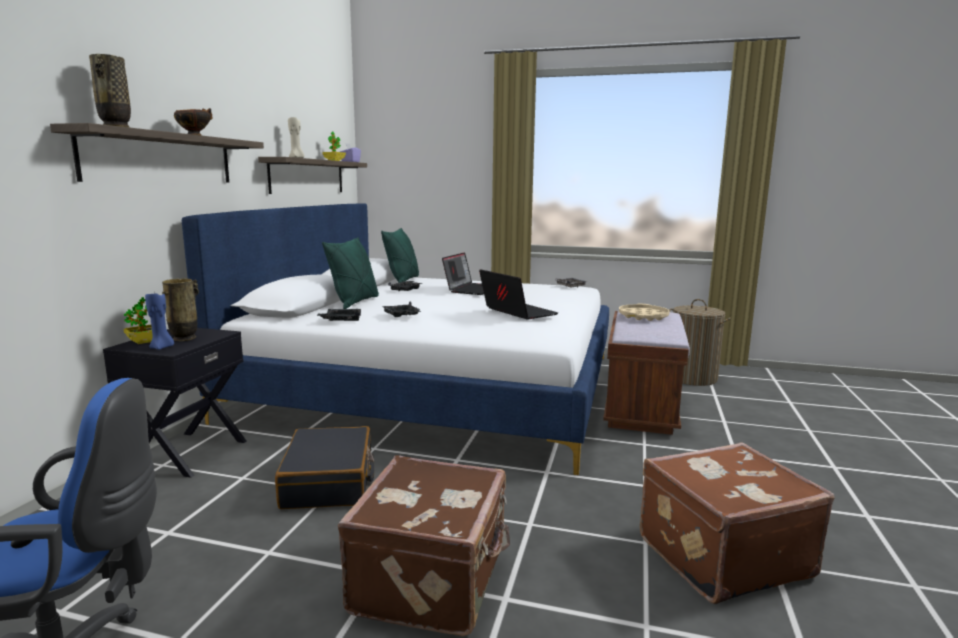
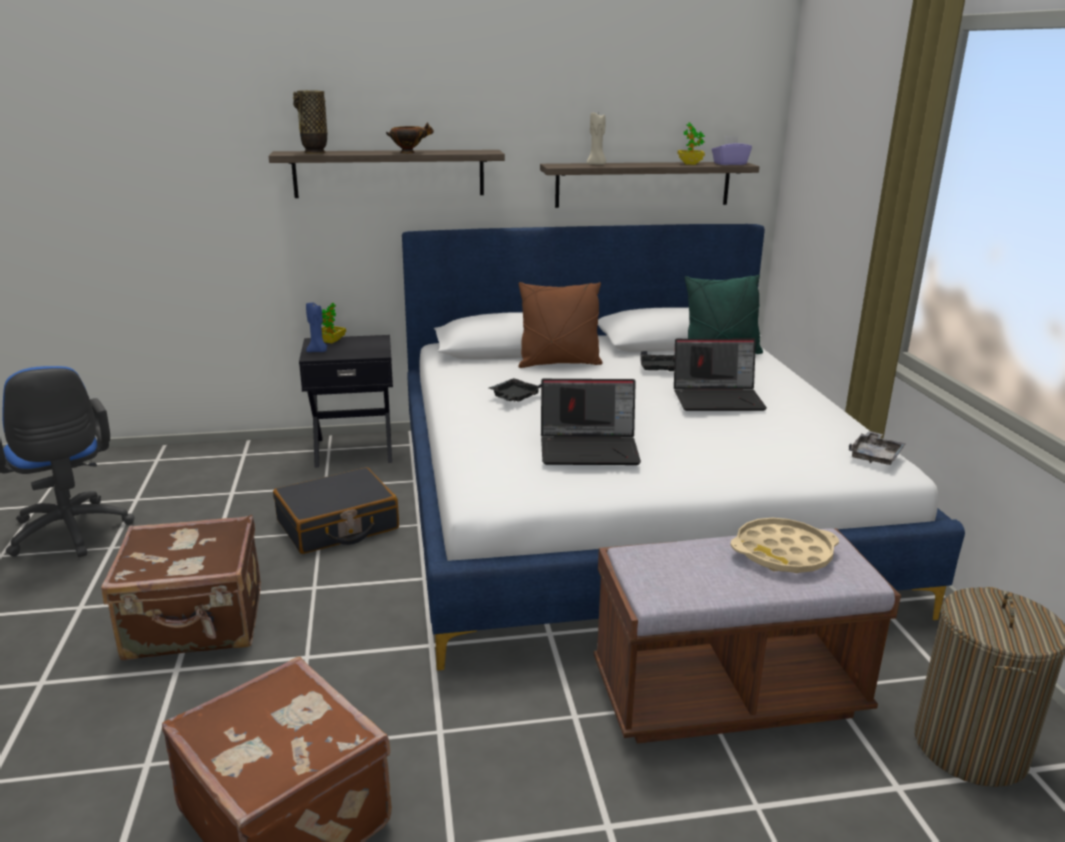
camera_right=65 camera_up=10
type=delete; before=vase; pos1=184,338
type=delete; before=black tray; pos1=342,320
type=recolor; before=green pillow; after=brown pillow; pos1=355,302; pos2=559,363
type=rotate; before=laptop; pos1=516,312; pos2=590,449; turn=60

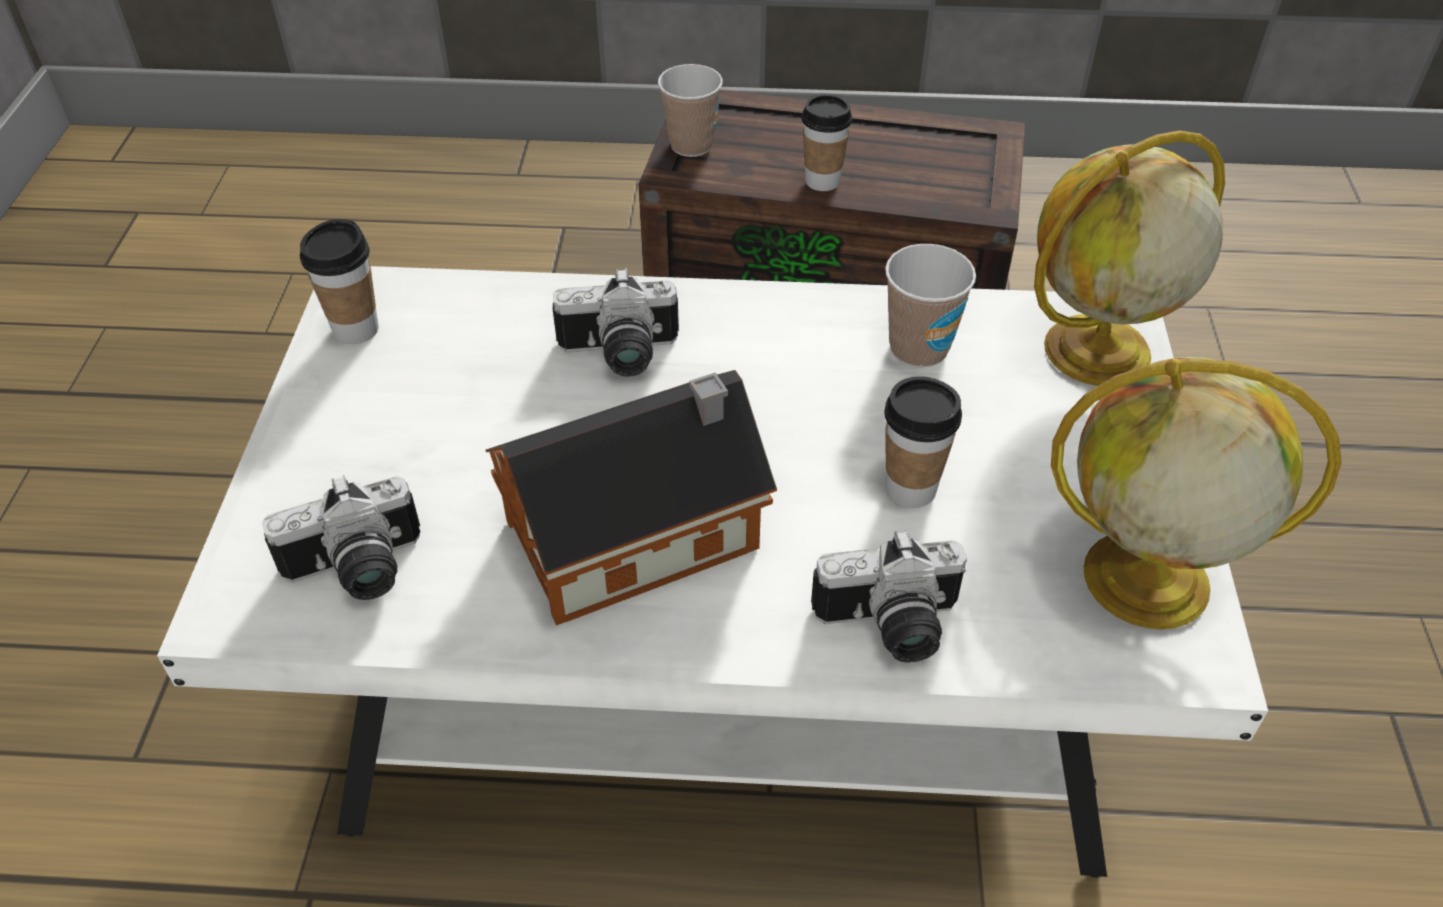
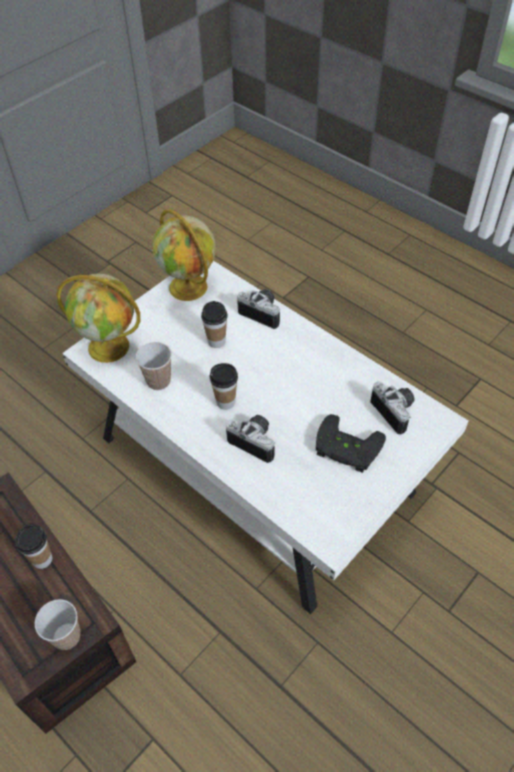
camera_right=-140 camera_up=5
type=rotate; before=photo camera; pos1=357,572; pos2=396,411; turn=45
type=move; before=cup; pos1=356,329; pos2=225,402
type=delete; before=toy house; pos1=643,533
type=insert; after=black game controller; pos2=345,449

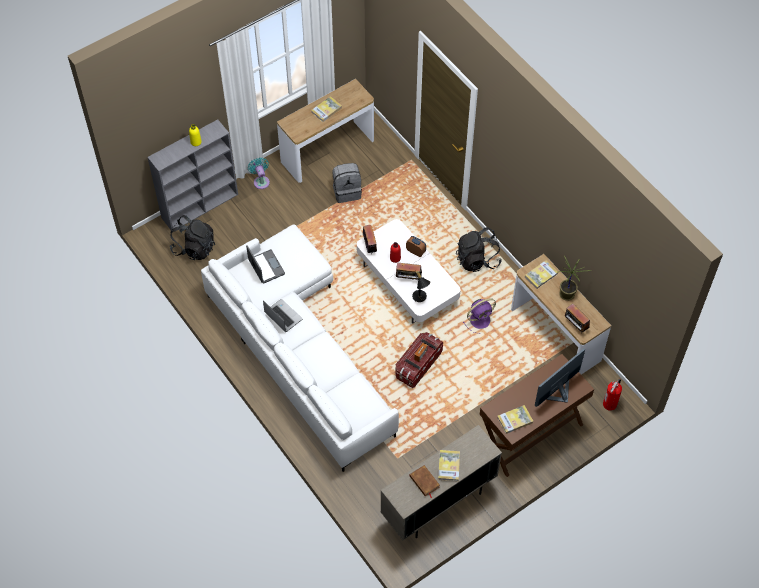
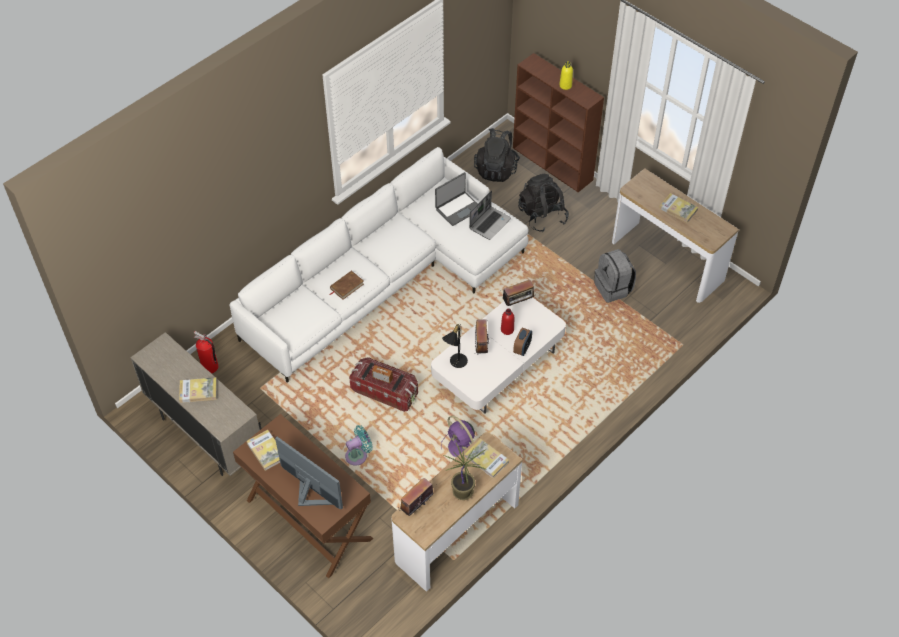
camera_right=80 camera_up=-5
type=recolor; before=grey bookcase; after=brown bookcase; pos1=200,205; pos2=553,164
type=move; before=turquoise fan; pos1=261,181; pos2=358,455
type=move; before=laptop; pos1=282,316; pos2=490,223
type=move; before=brown book; pos1=424,482; pos2=346,286
type=move; before=black backpack; pos1=477,260; pos2=542,215
type=move; before=fire extinguisher; pos1=610,404; pos2=210,367

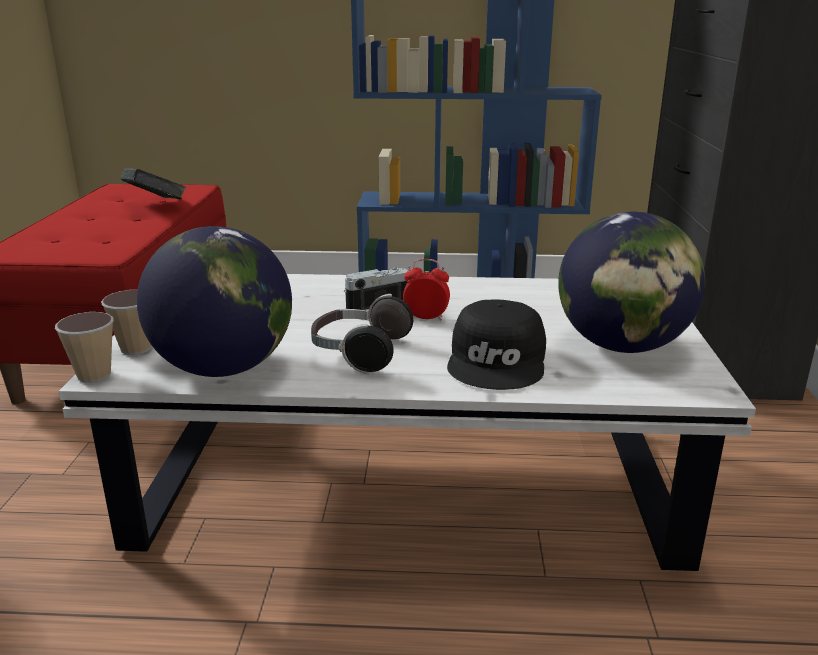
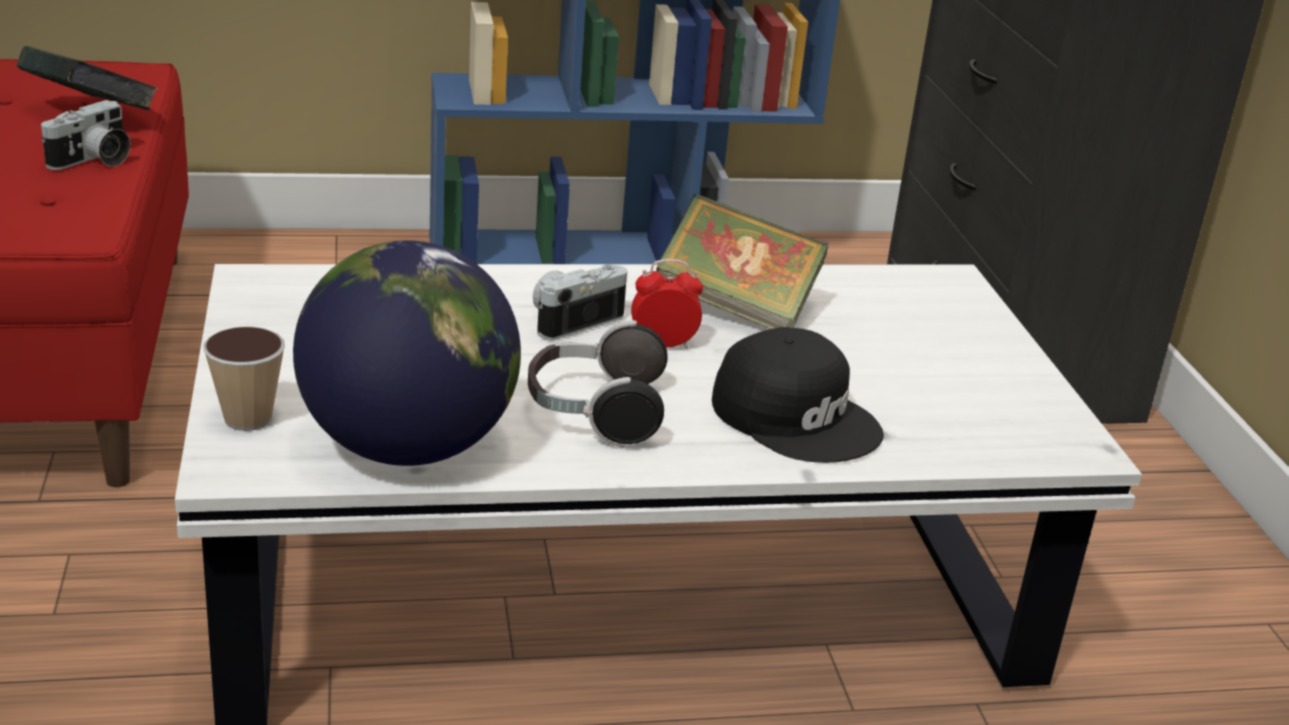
camera_right=-15 camera_up=5
type=delete; before=cup; pos1=94,375
type=rotate; before=black cap; pos1=498,361; pos2=796,416; turn=-45
type=delete; before=globe; pos1=622,346
type=insert; after=photo camera; pos2=93,161
type=insert; after=book; pos2=736,308

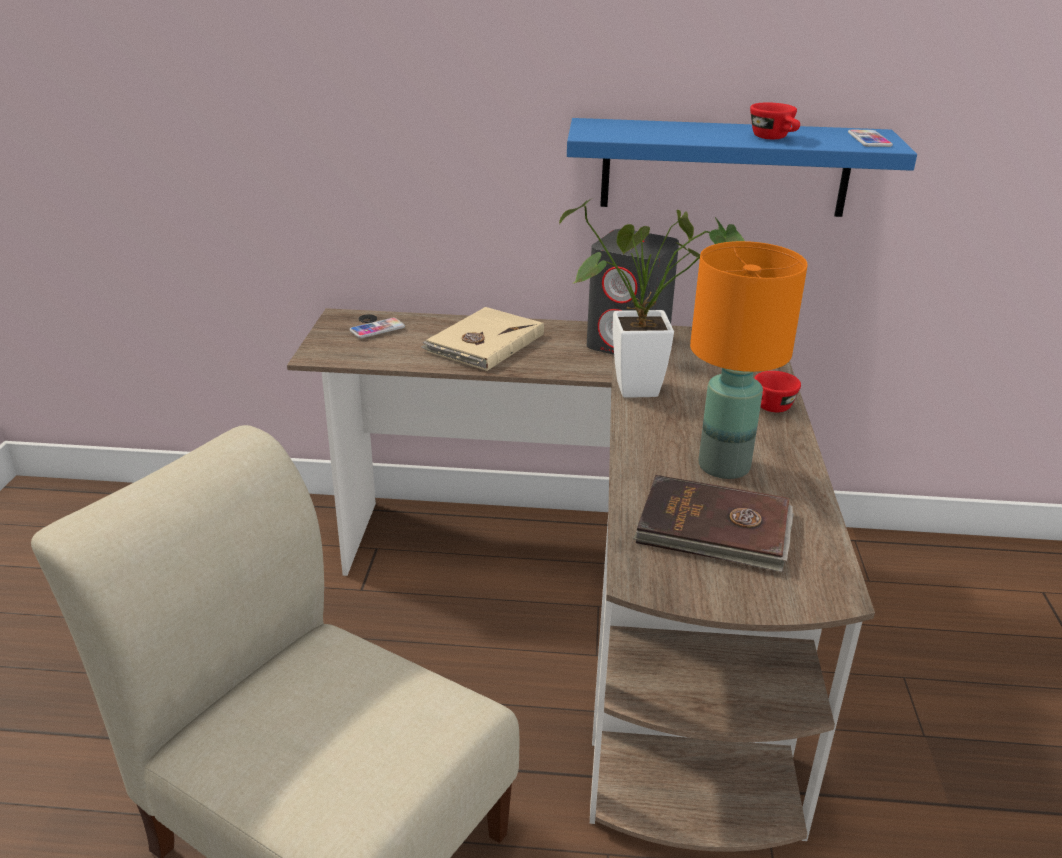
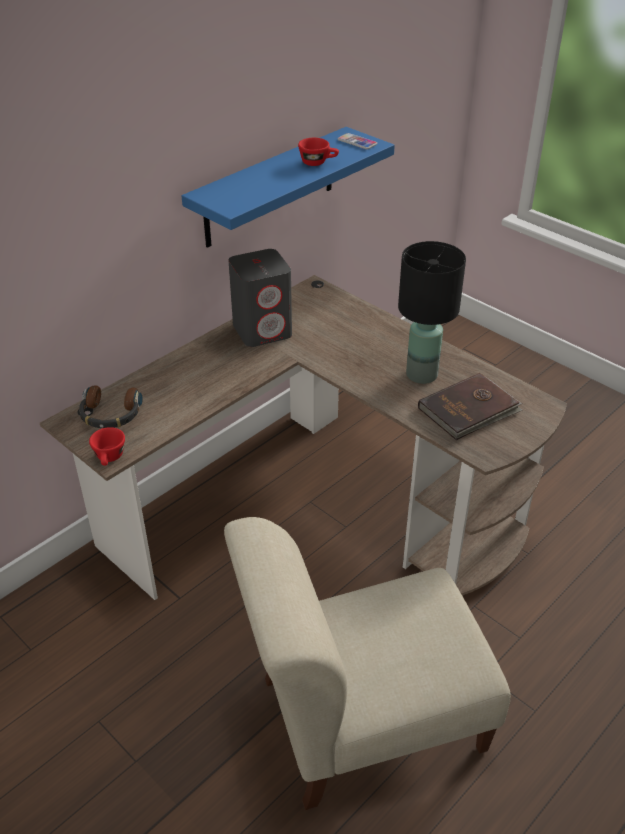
camera_right=-50 camera_up=10
type=replace; before=phone; after=headphones; pos1=377,329; pos2=110,414
type=delete; before=beige book; pos1=483,343
type=delete; before=potted plant; pos1=649,389
type=recolor; before=orange table lamp; after=black table lamp; pos1=725,466; pos2=422,374
type=move; before=red cup; pos1=769,409; pos2=110,458

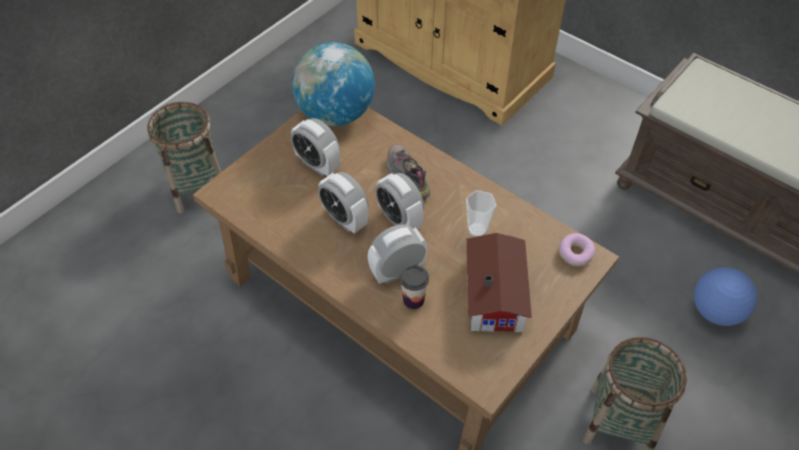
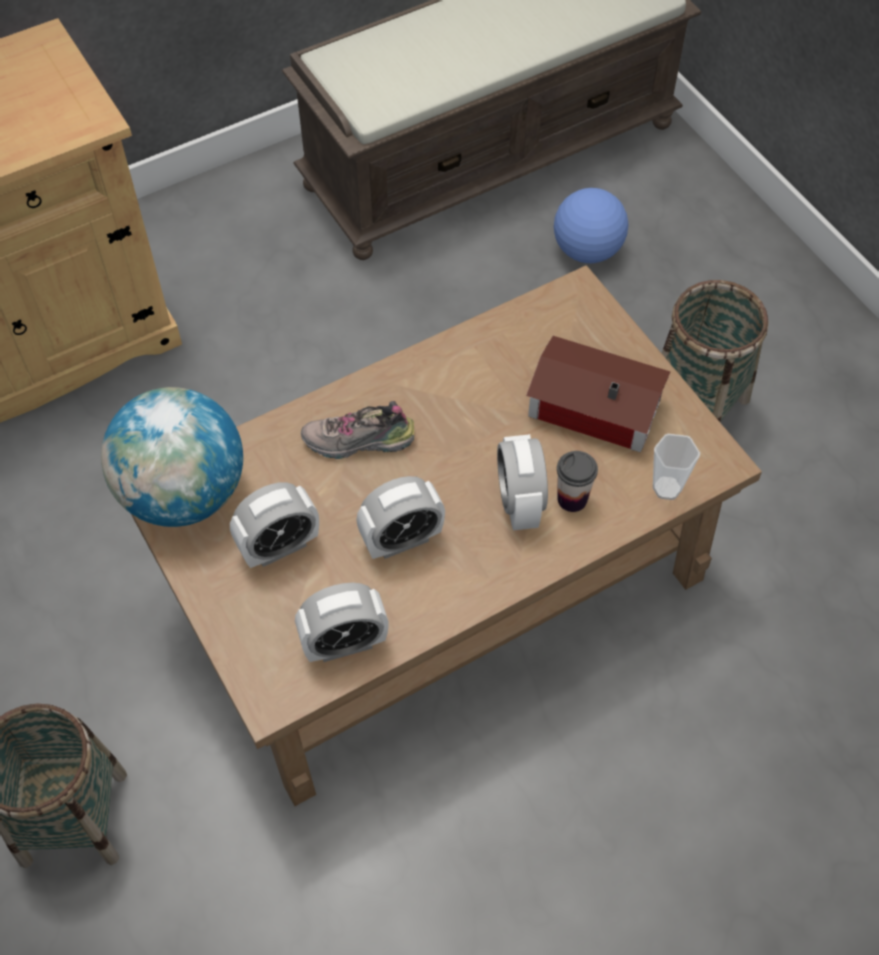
camera_right=-70 camera_up=5
type=move; before=alarm clock; pos1=399,220; pos2=344,644
type=move; before=cup; pos1=477,230; pos2=667,488
type=delete; before=donut; pos1=575,253

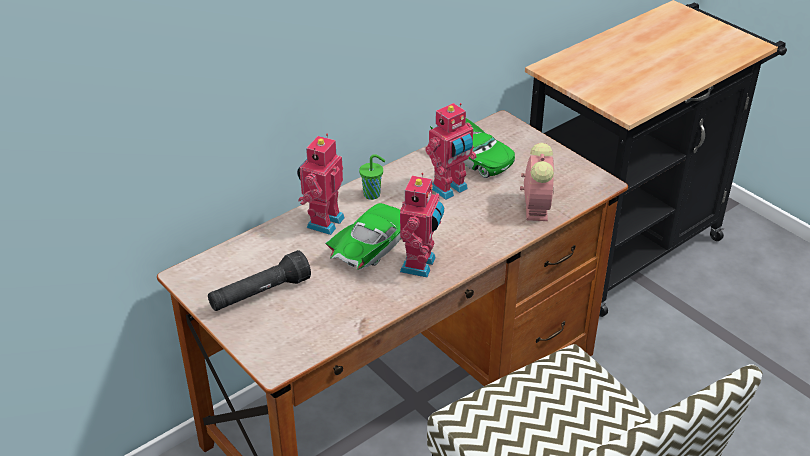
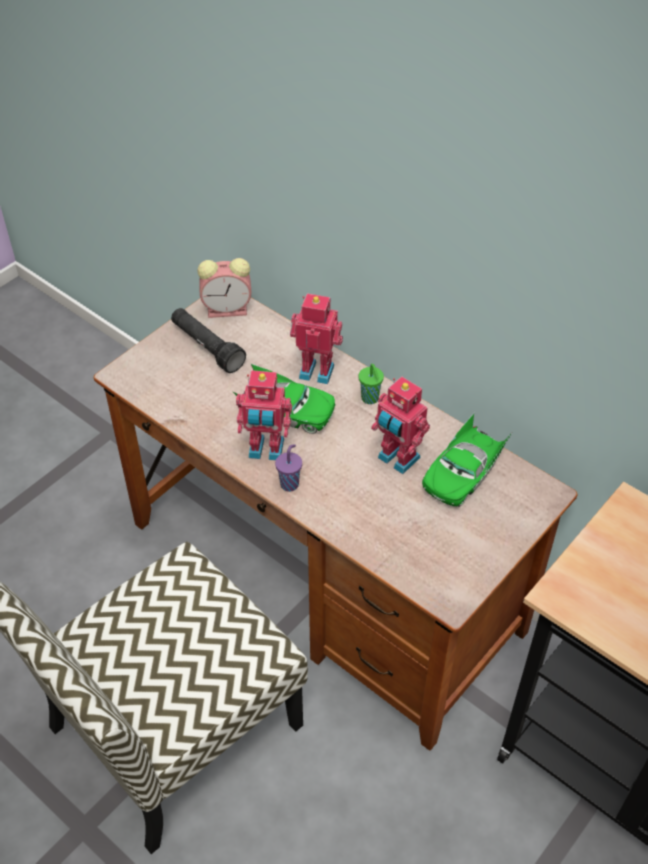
camera_right=80 camera_up=10
type=move; before=alarm clock; pos1=536,206; pos2=229,309
type=insert; after=purple cup; pos2=290,483

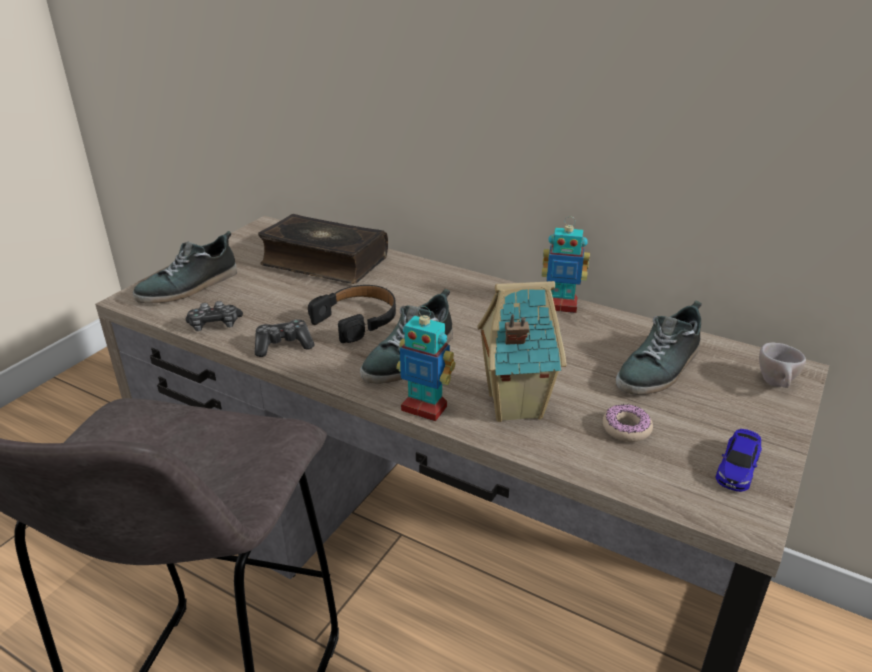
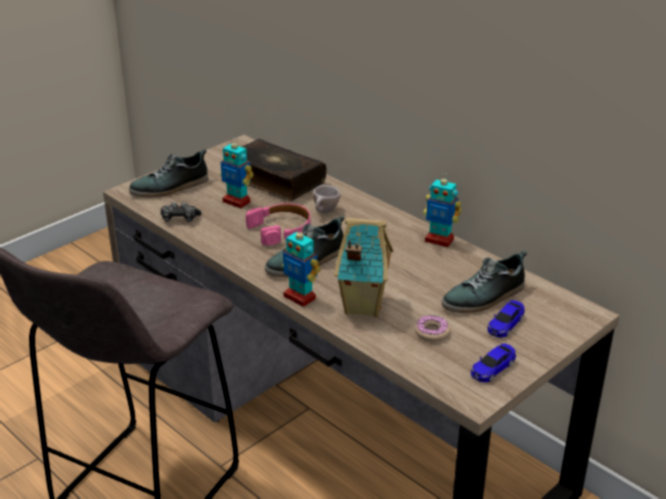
camera_right=15 camera_up=0
type=delete; before=game controller; pos1=283,345
type=recolor; before=black headphones; after=pink headphones; pos1=357,320; pos2=281,229
type=move; before=beige cup; pos1=777,385; pos2=325,212
type=insert; after=toy robot; pos2=237,201
type=insert; after=toy car; pos2=505,324

